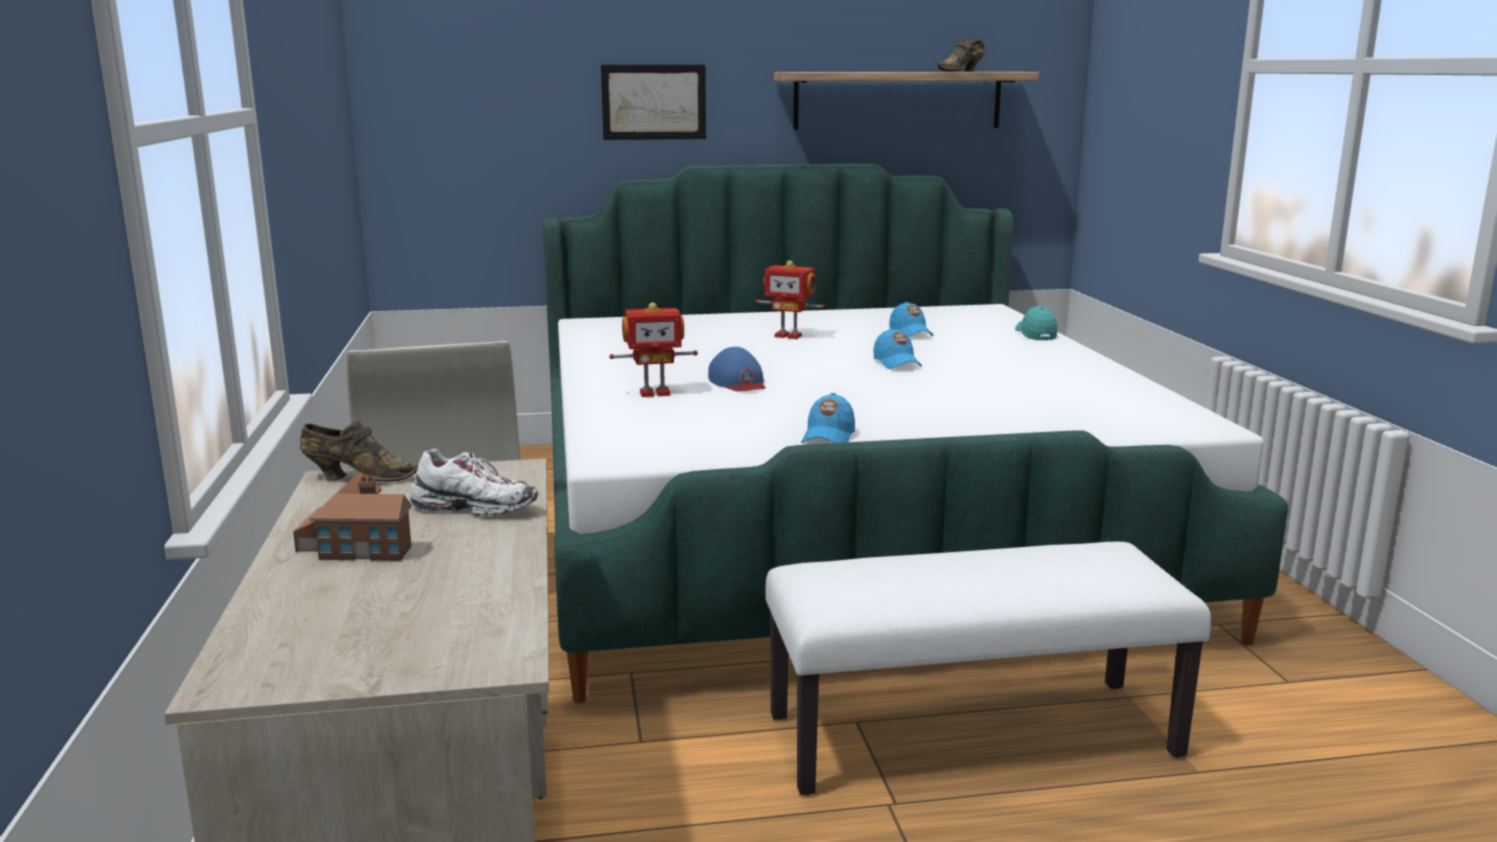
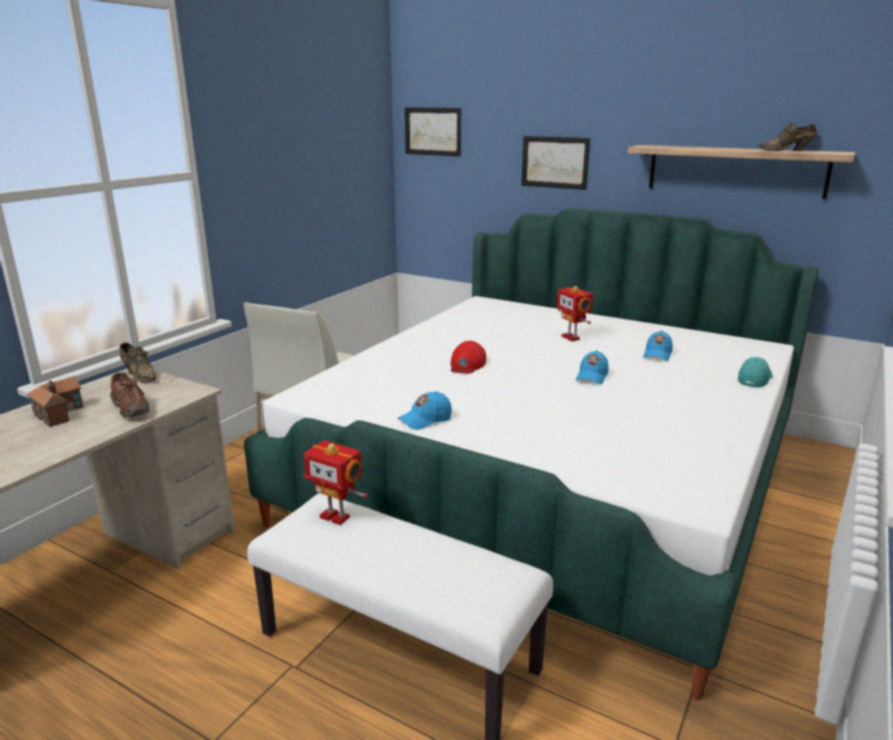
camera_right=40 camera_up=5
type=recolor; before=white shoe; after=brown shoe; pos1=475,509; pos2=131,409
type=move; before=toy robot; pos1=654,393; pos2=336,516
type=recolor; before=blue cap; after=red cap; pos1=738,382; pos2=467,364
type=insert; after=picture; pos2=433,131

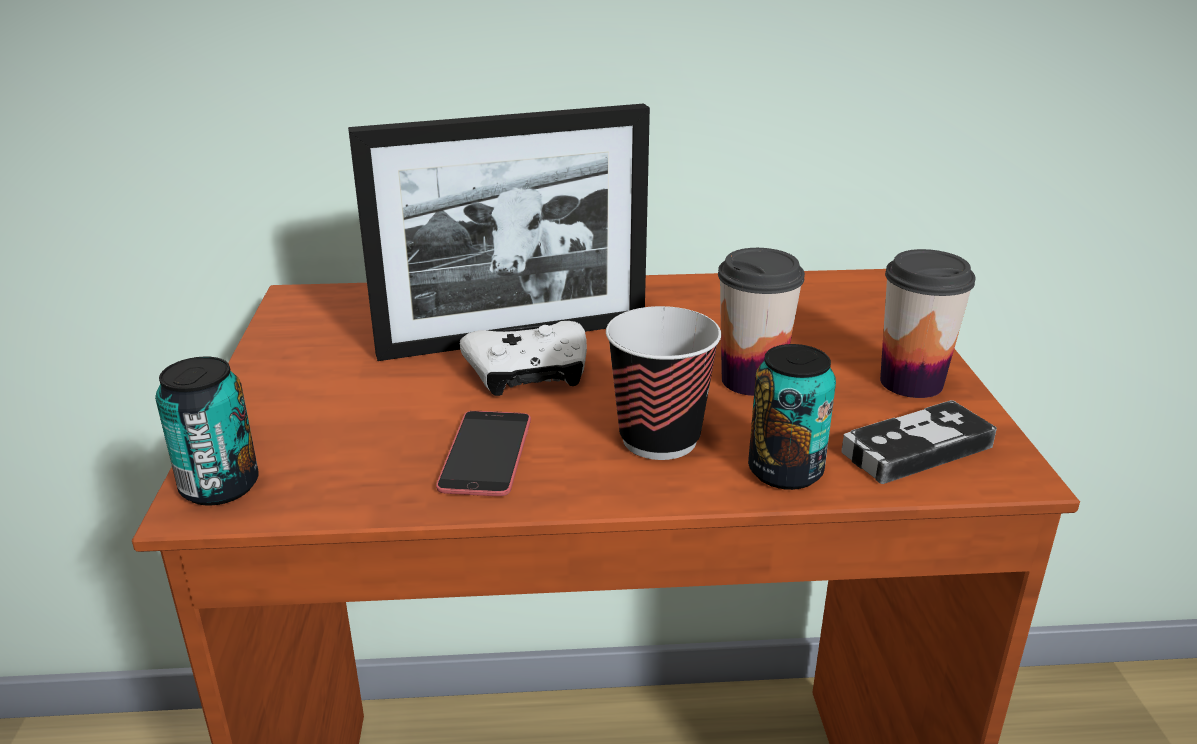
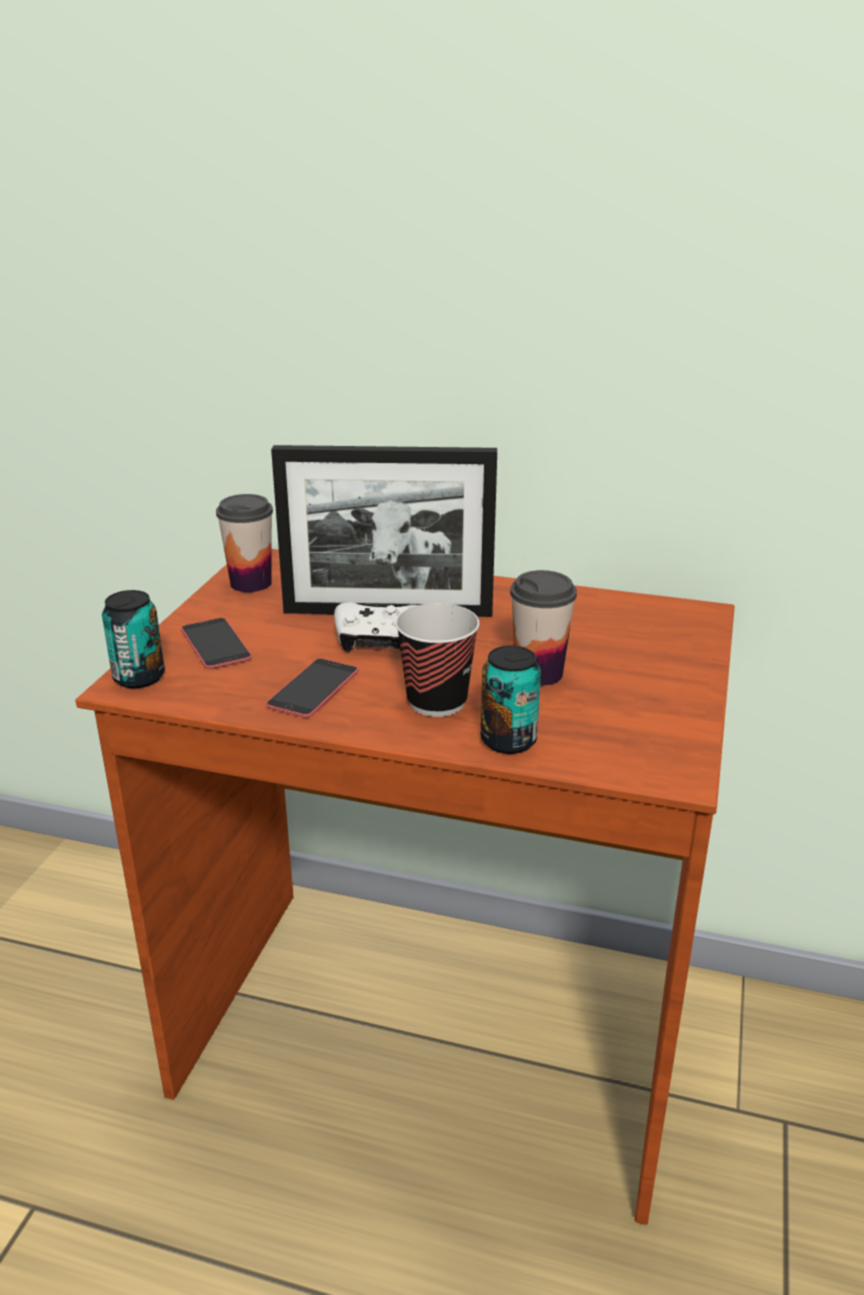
camera_right=20 camera_up=0
type=delete; before=game controller; pos1=916,449
type=move; before=cup; pos1=911,382; pos2=251,583
type=insert; after=phone; pos2=216,644

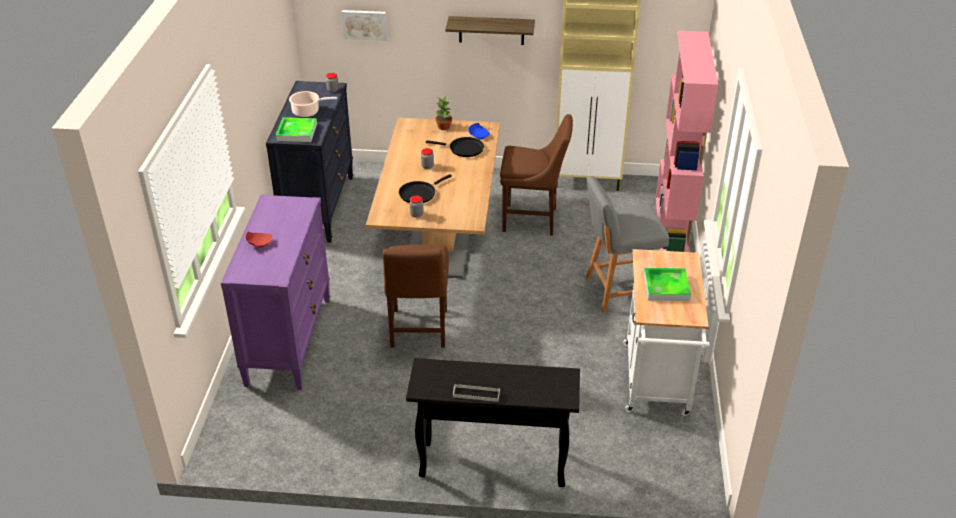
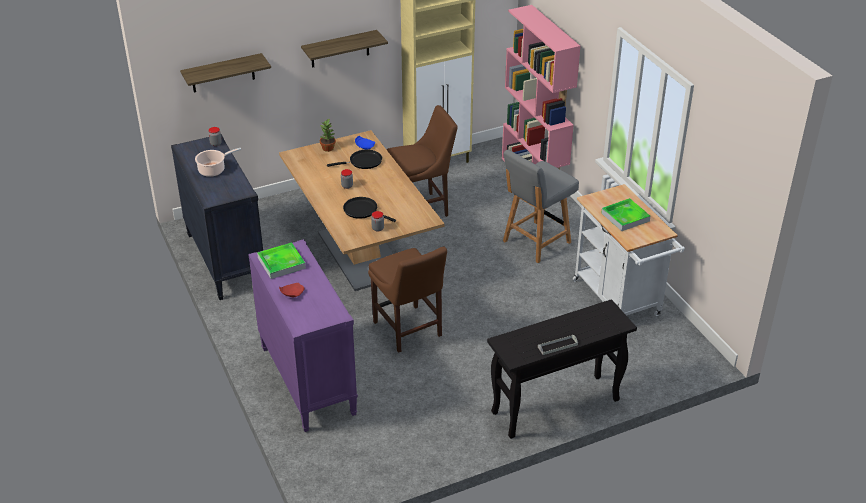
camera_right=-30 camera_up=0
type=move; before=tray; pos1=297,132; pos2=281,263
type=replace; before=picture; after=shelf; pos1=365,24; pos2=223,73
type=rotate; before=black frying pan; pos1=419,193; pos2=363,211; turn=105

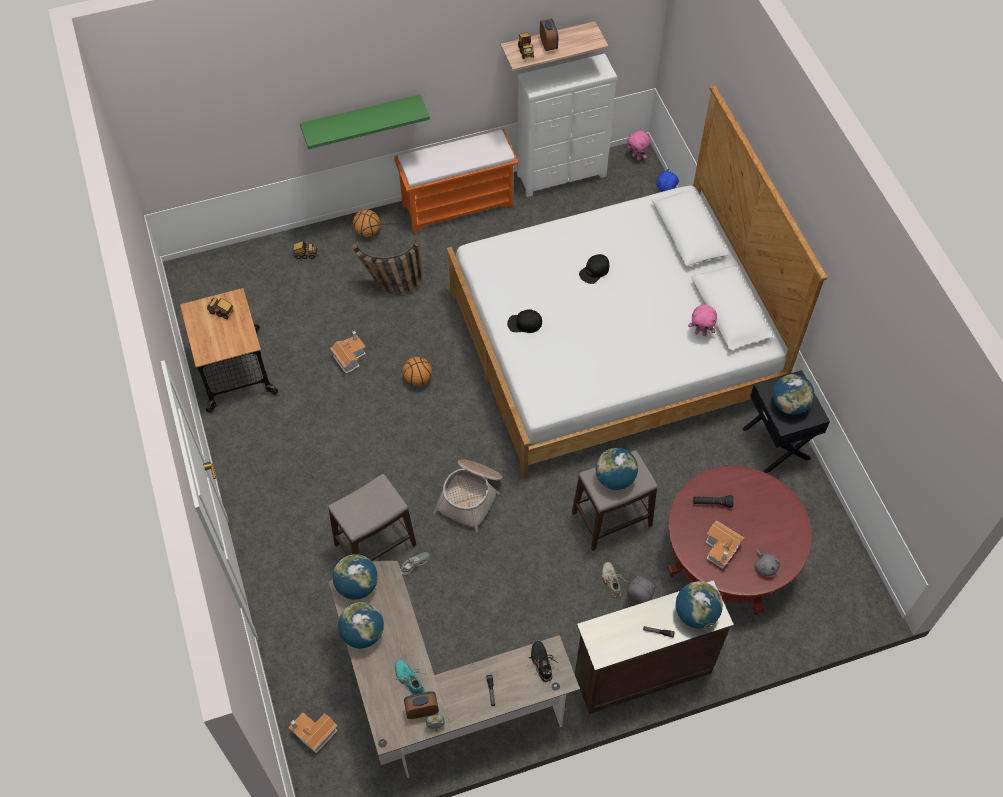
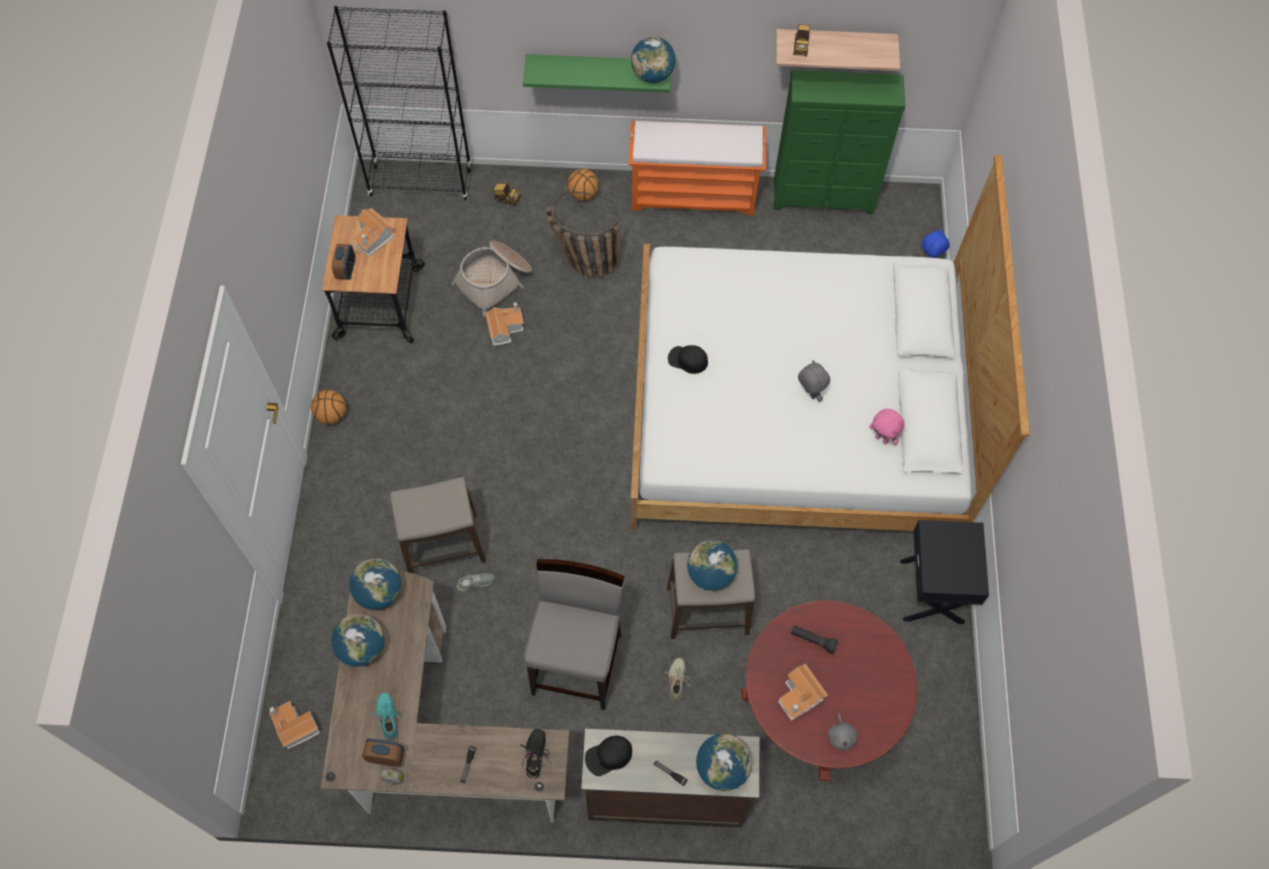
camera_right=20 camera_up=5
type=replace; before=toy truck; after=toy house; pos1=222,312; pos2=374,238
type=move; before=basketball; pos1=417,379; pos2=331,414
type=move; before=basket; pos1=471,496; pos2=495,281
type=recolor; before=white dresser; after=green dresser; pos1=562,176; pos2=823,198
type=move; before=alarm clock; pos1=548,45; pos2=346,270
type=move; before=black cap; pos1=594,271; pos2=609,756
type=delete; before=pink plush toy; pos1=636,157
type=move; before=grey plush toy; pos1=638,601; pos2=809,394
type=move; before=globe; pos1=789,404; pos2=652,75
type=insert; after=black bookcase; pos2=421,182
type=insert; after=grey stool; pos2=578,663

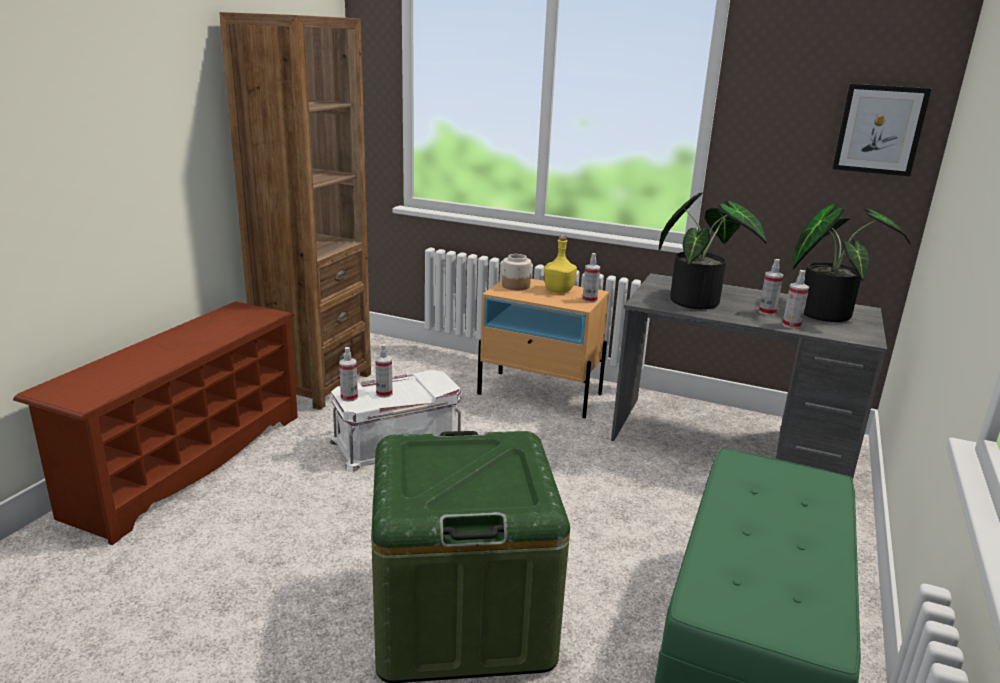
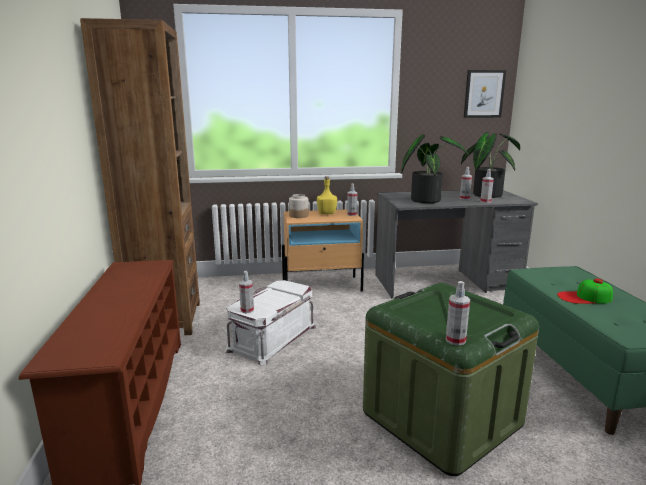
camera_right=-30 camera_up=-5
type=move; before=spray bottle; pos1=384,393; pos2=455,340
type=insert; after=cap; pos2=584,297

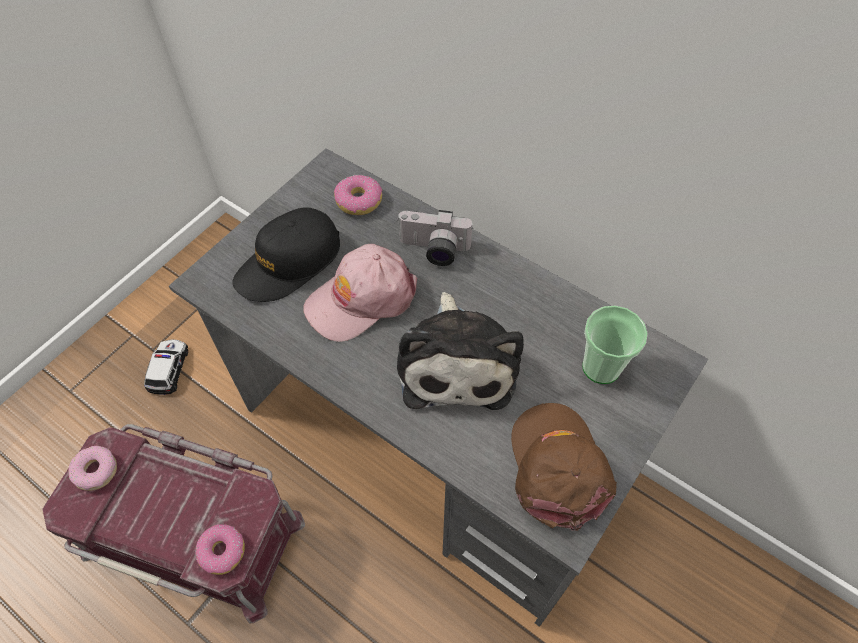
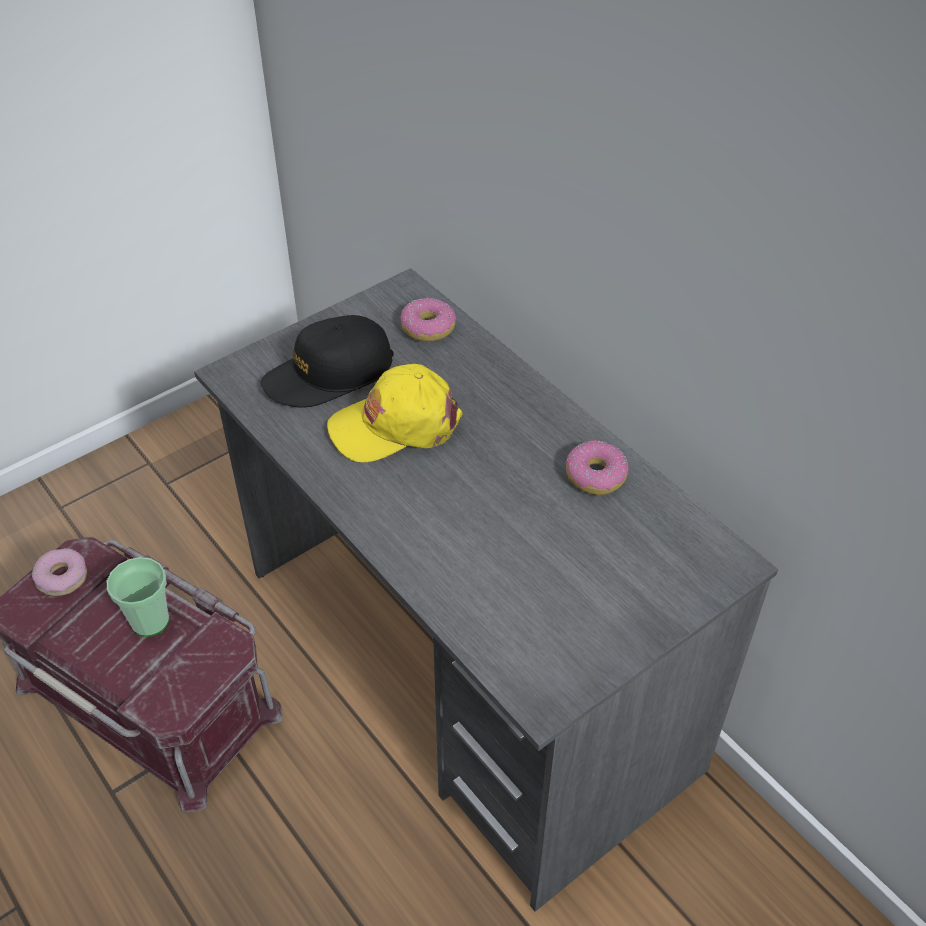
camera_right=15 camera_up=-10
type=delete; before=toy car; pos1=169,369
type=move; before=donut; pos1=222,551; pos2=595,475
type=recolor; before=pink cap; after=yellow cap; pos1=361,299; pos2=395,425
type=delete; before=plush toy; pos1=457,361
type=delete; before=photo camera; pos1=433,251
type=delete; before=brown cap; pos1=557,467
type=move; before=cup; pos1=601,367; pos2=150,621

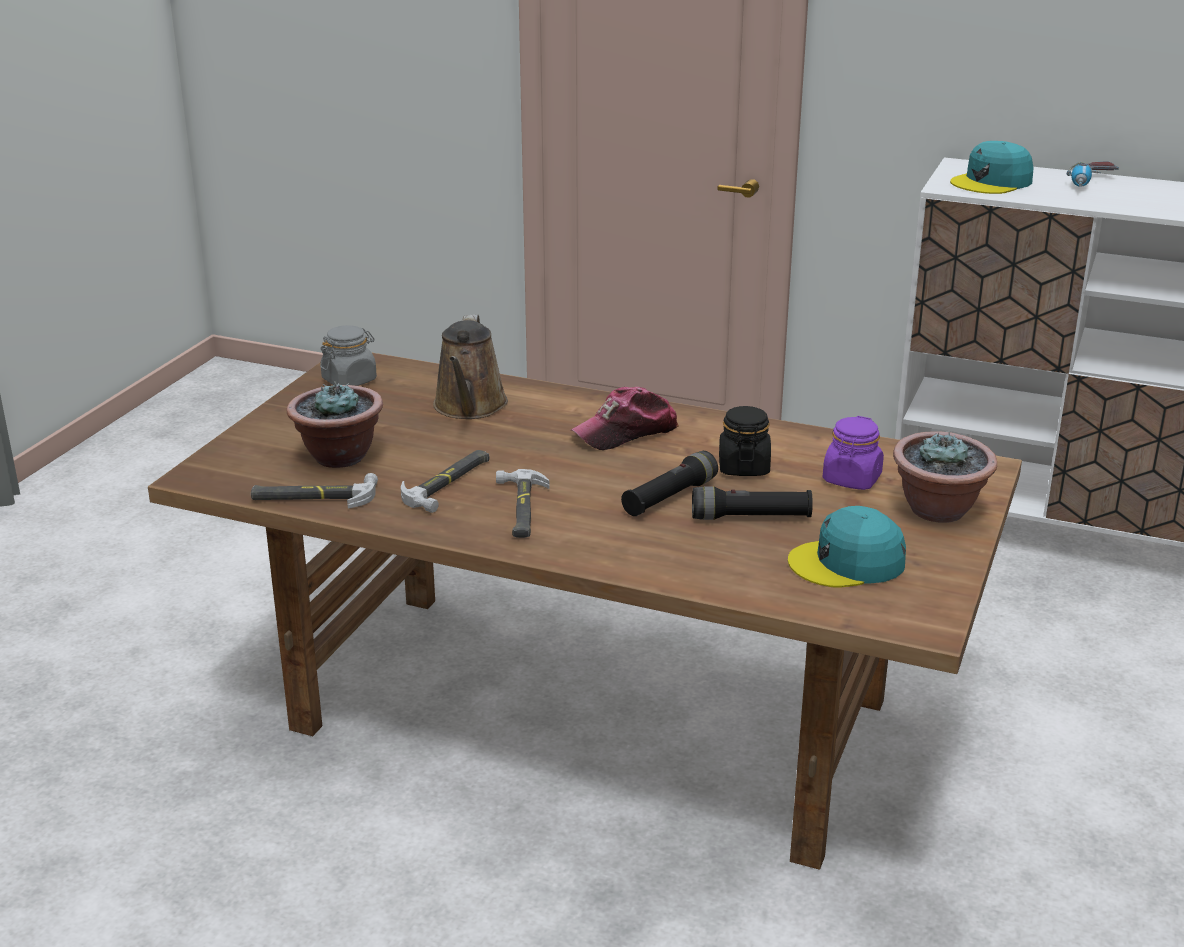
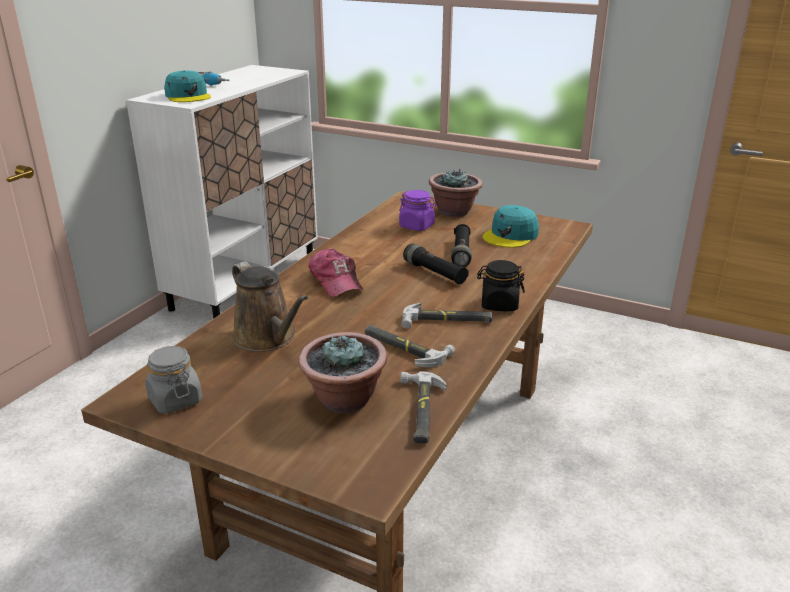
camera_right=-85 camera_up=0
type=rotate; before=brown watering can; pos1=469,407; pos2=267,338; turn=45
type=move; before=black jar; pos1=743,467; pos2=499,304
type=rotate; before=turquoise cap; pos1=847,563; pos2=511,235; turn=45

